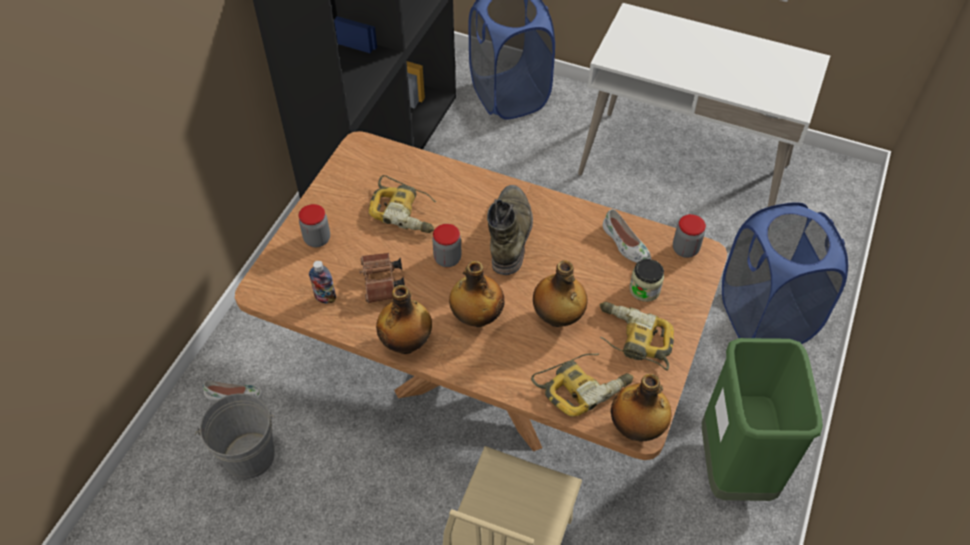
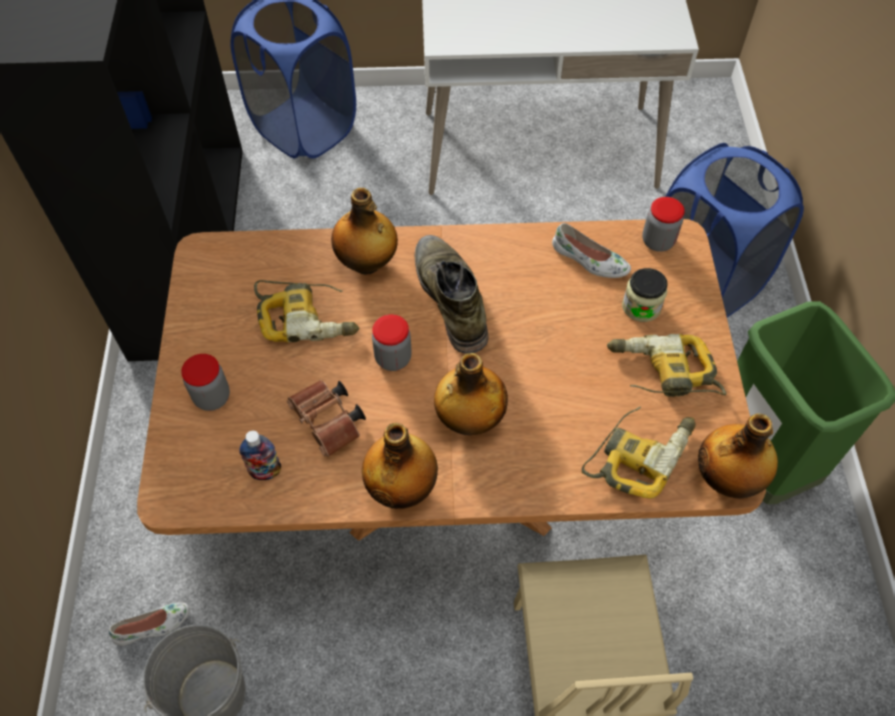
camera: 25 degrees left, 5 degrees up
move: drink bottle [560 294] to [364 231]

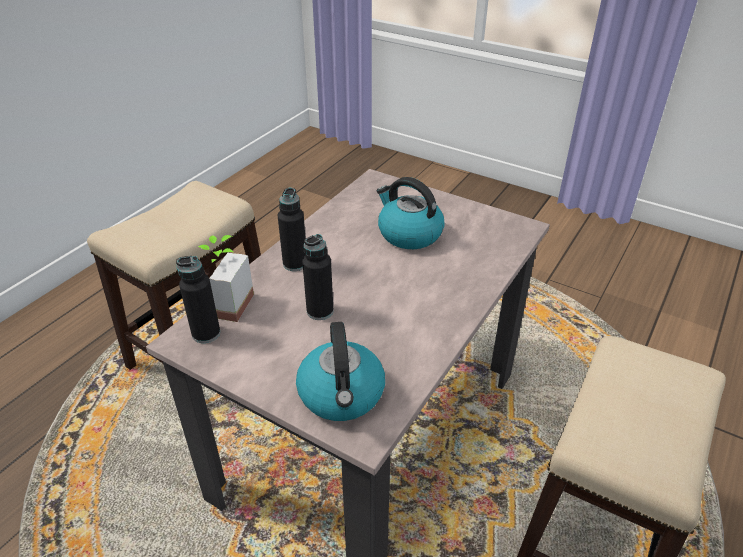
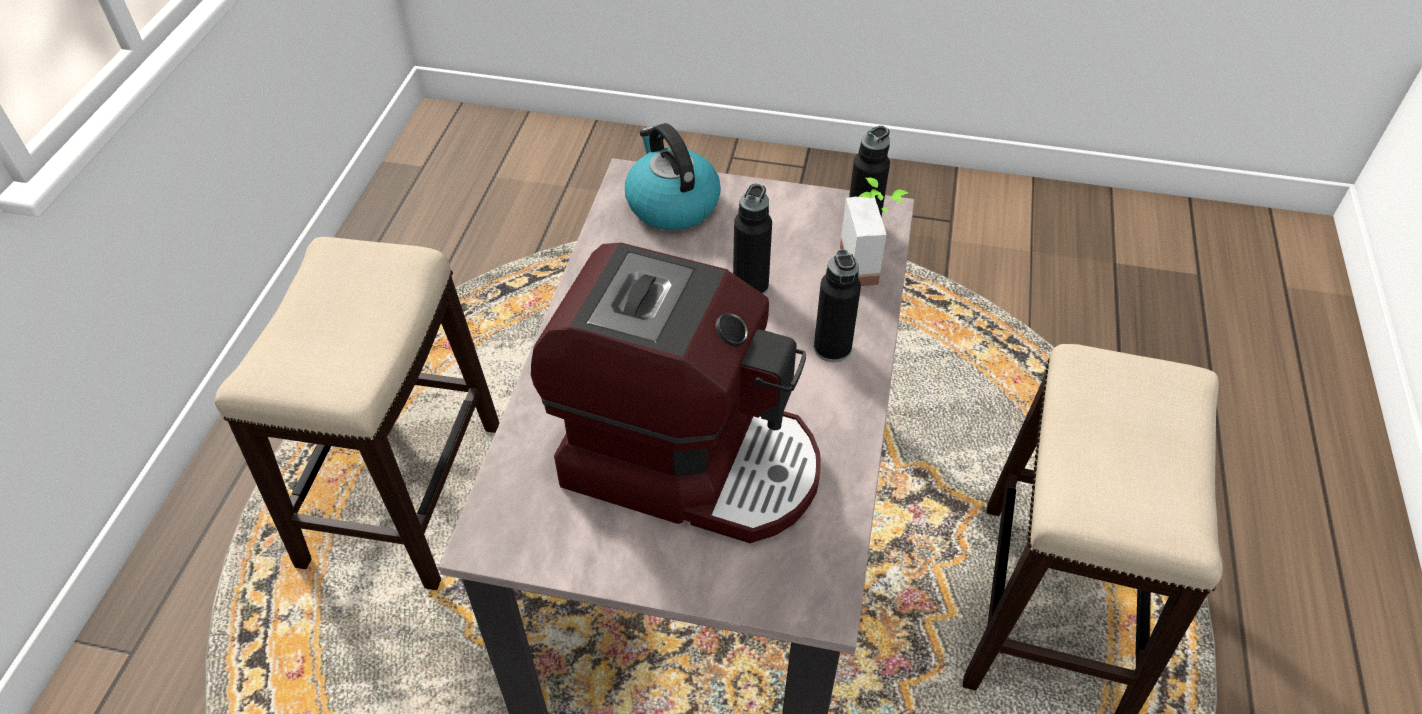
camera: 160 degrees right, 10 degrees up
replace: tea kettle [410 213] to coffee maker [676 393]

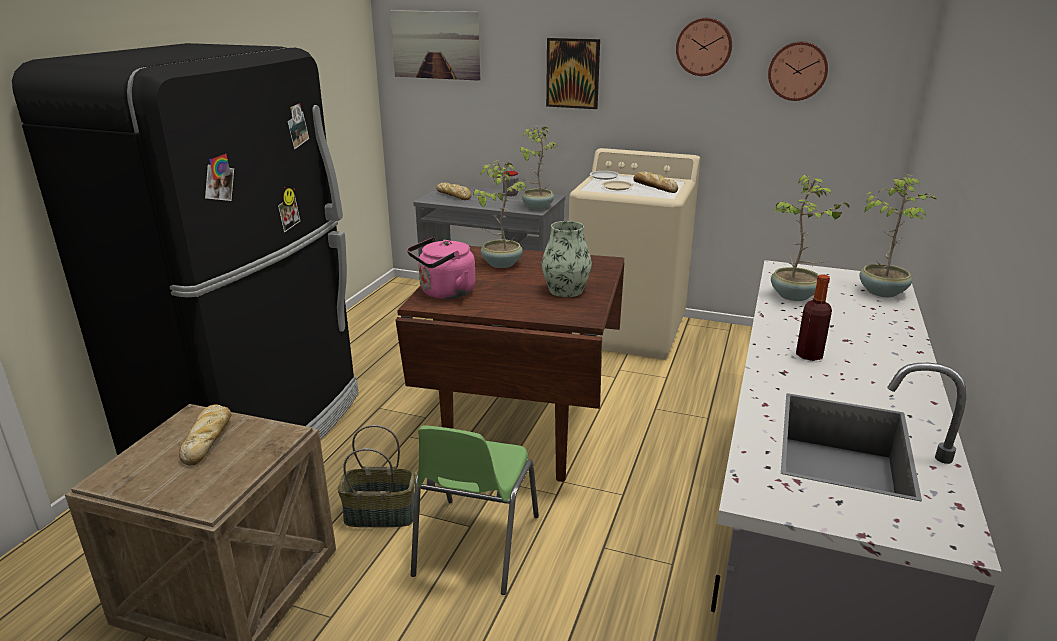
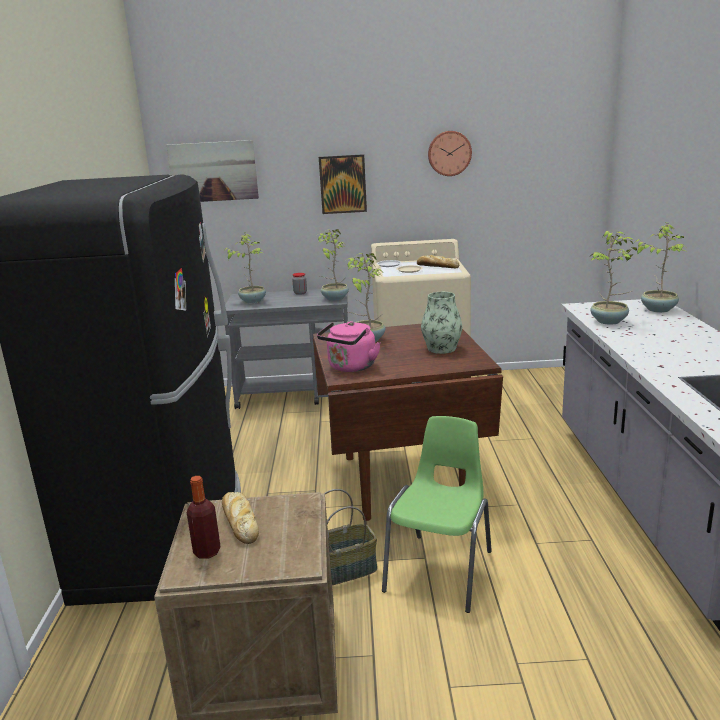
camera: 20 degrees left, 5 degrees down
delete: clock on the wall [798 71]
move: drink bottle [814 317] to [204 517]
replace: bakery bread [453 191] to houseplant [245 267]
rotate: upright chair/greenish [475 510] = [437 514] 150 degrees counterclockwise

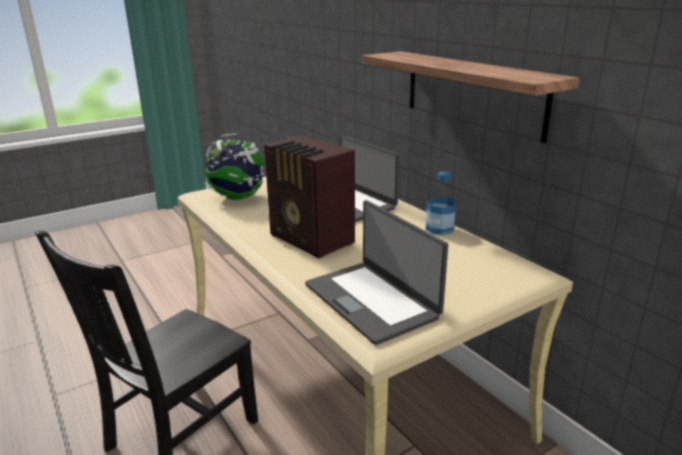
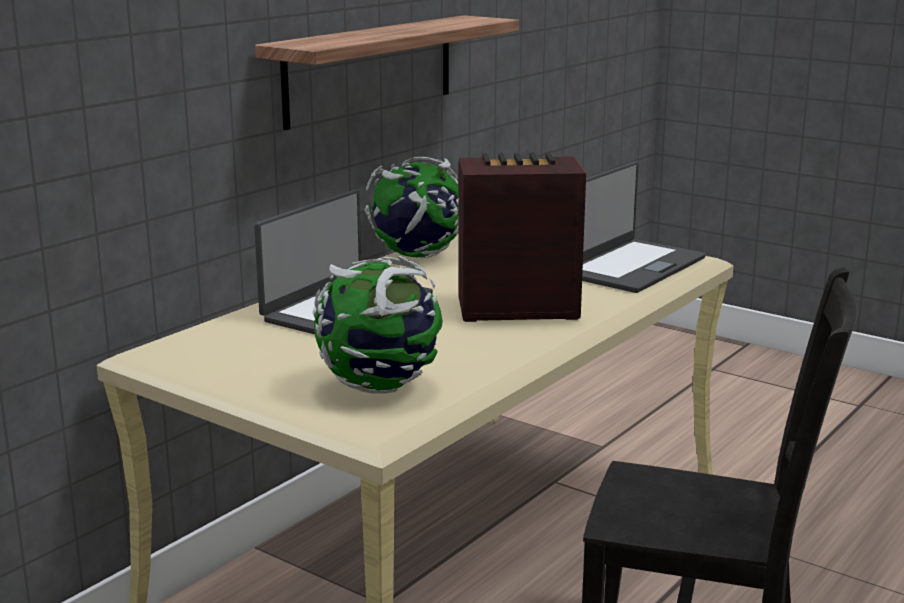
camera: 110 degrees left, 5 degrees down
replace: drink bottle [441 203] to desk globe [411 207]
rotate: radio [309 196] = [522 237] 120 degrees counterclockwise

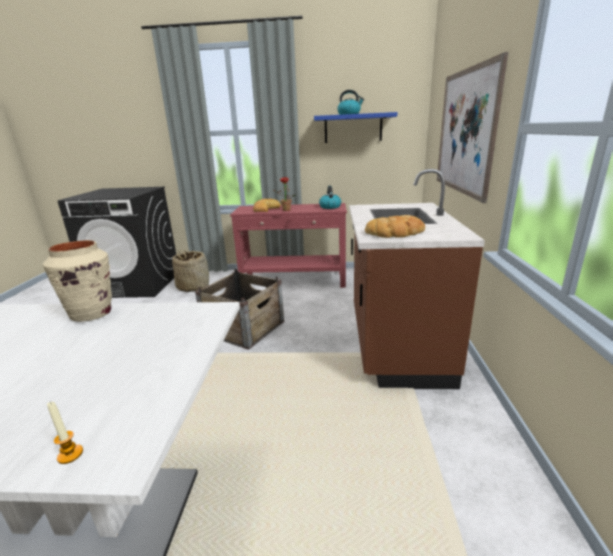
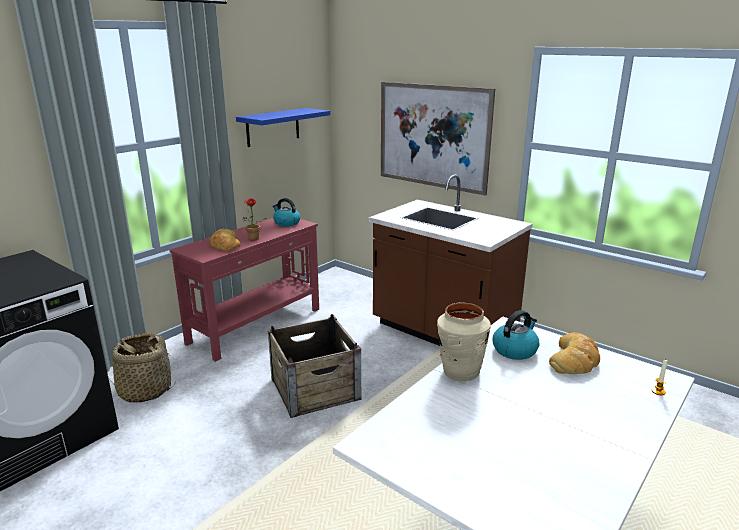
camera: 55 degrees left, 0 degrees up
move: tea kettle [350 102] to [516 335]; bakery bread [395 226] to [574 353]

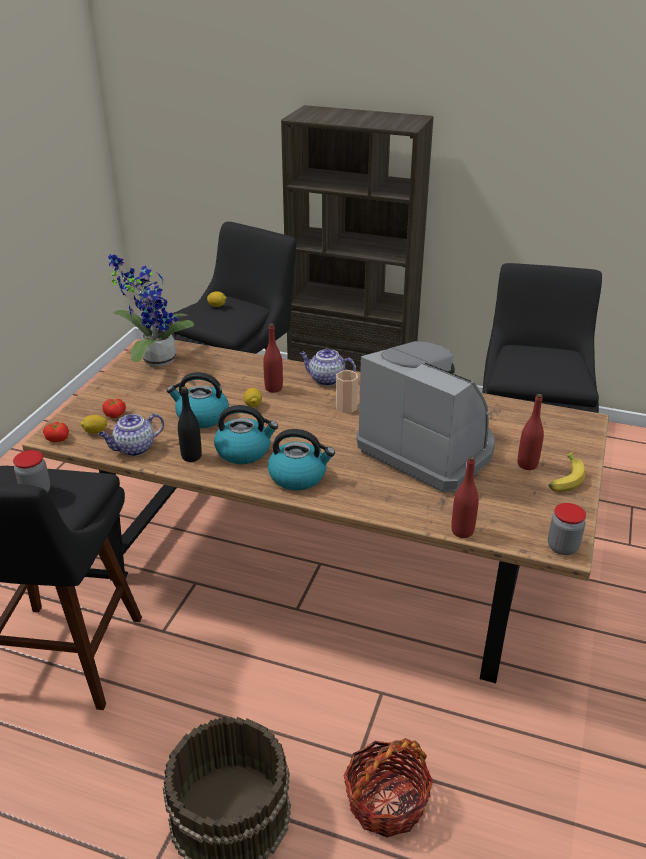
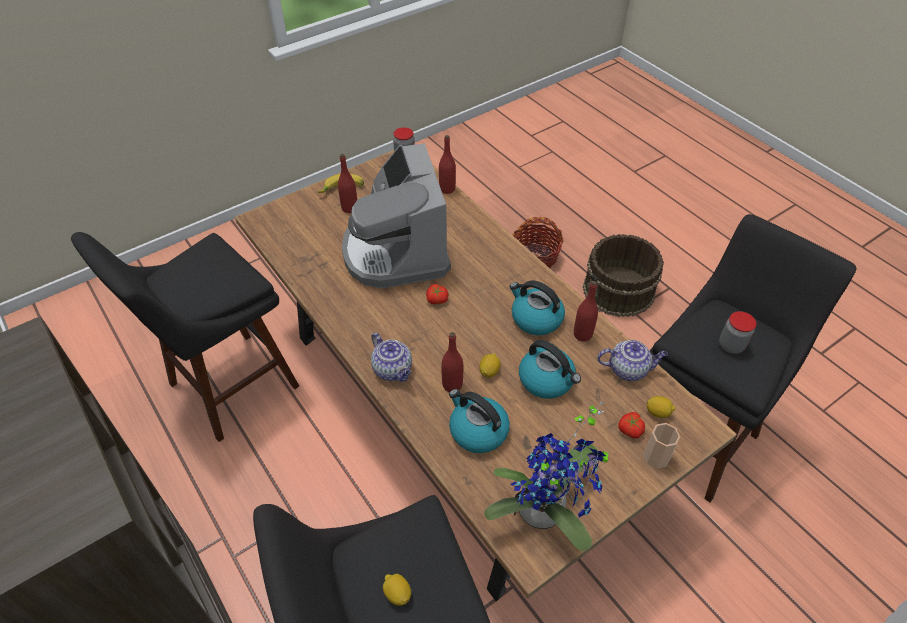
camera: 145 degrees left, 15 degrees up
move: tomato [56 432] to [437 294]; tea kettle [301 459] to [479 421]; cup [347 391] to [661 446]
recolor: drink bottle/black-coloured [190 424] to drink bottle/red-coloured [586 311]

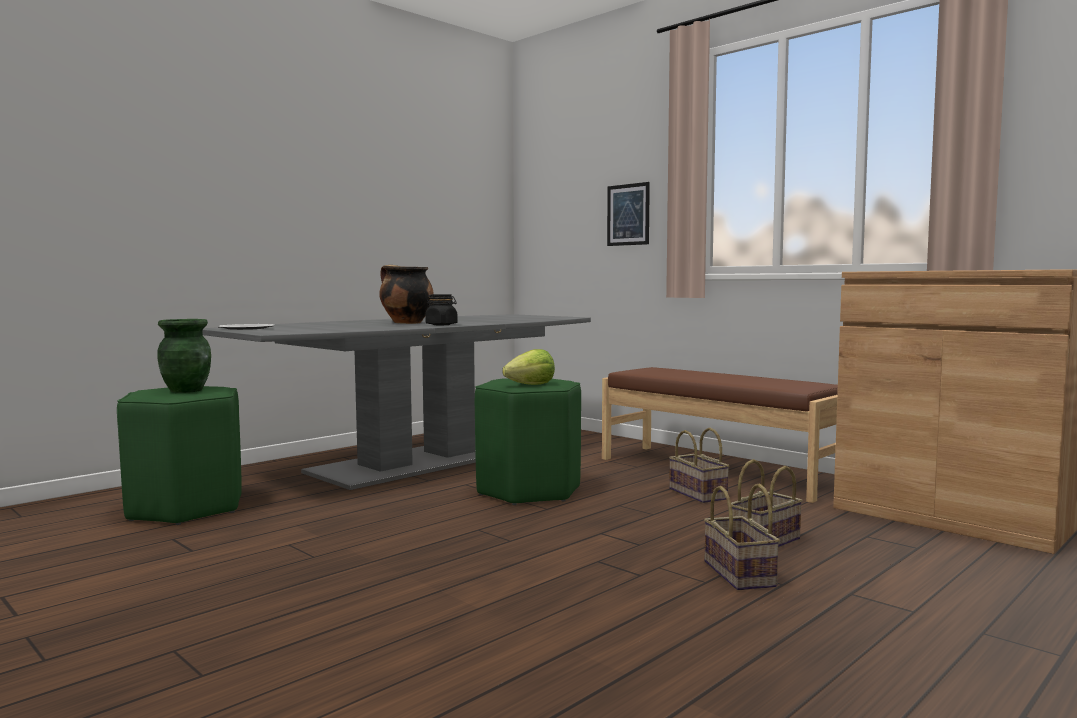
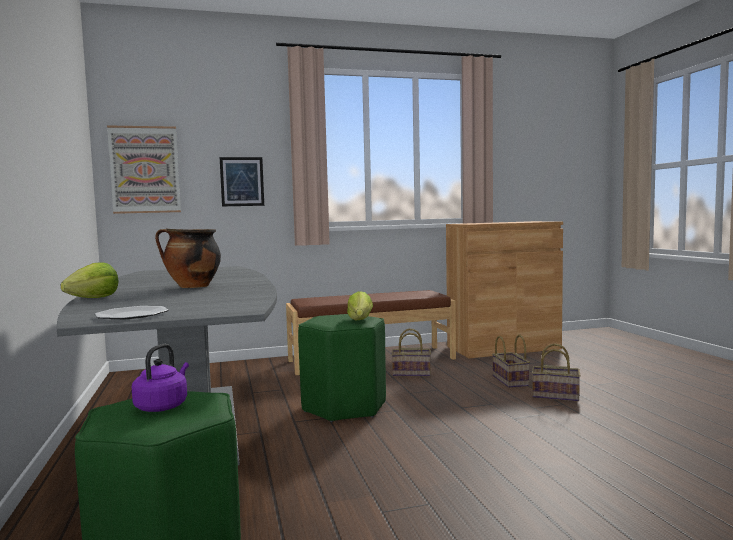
camera: 60 degrees left, 0 degrees up
delete: jar/black-coloured [441 309]
insert: lettuce [90 280]; wall art [144 169]
replace: decorative vase/greenish [184 356] to tea kettle/purple-coloured [160 378]

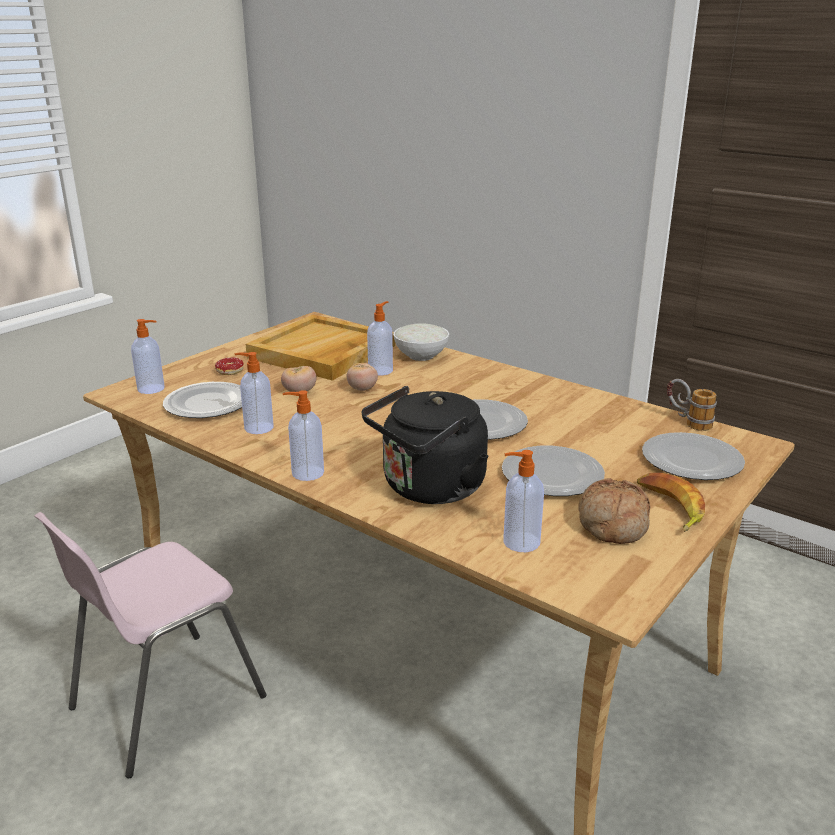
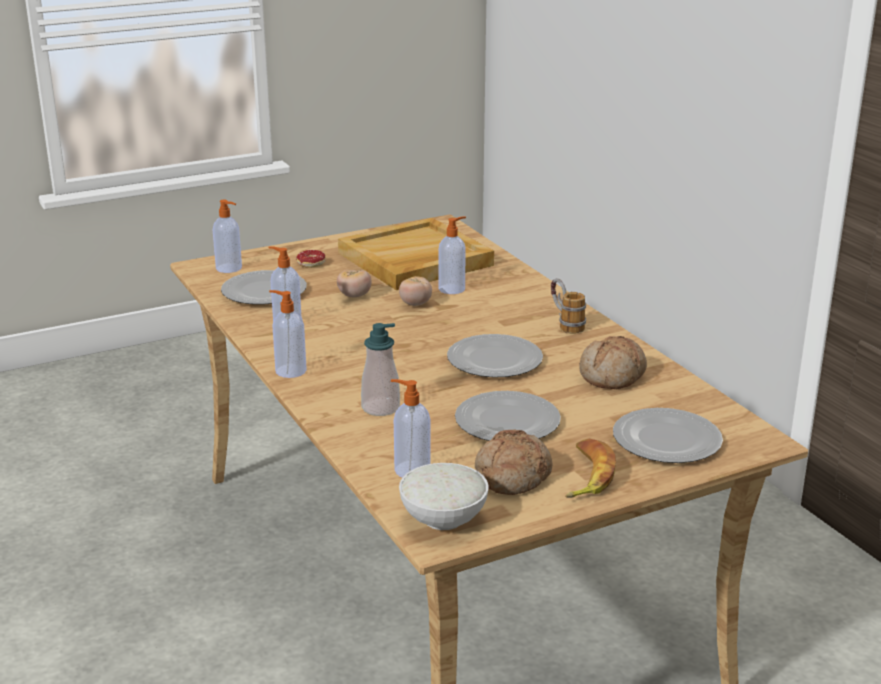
camera: 25 degrees right, 0 degrees up
delete: upright chair/pink [150 645]
insert: bakery bread [613 362]
move: serving bowl/white-coloured [421 342] to [444 496]; mug [692 405] to [568 306]
replace: tea kettle/black-coloured [425 445] to soap bottle [380 369]

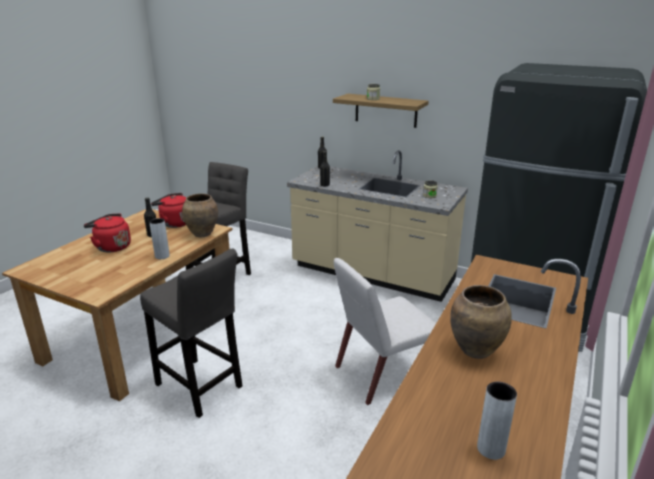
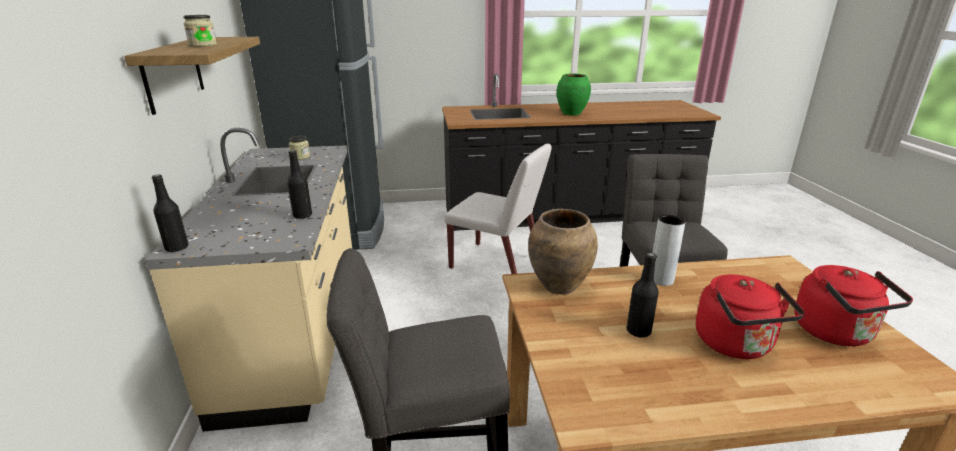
camera: 125 degrees left, 0 degrees up
delete: decorative vase/gray [497 421]
move: tea kettle/red-coloured [168 210] to [853 305]
recolor: decorative vase/brown-coloured [481 322] to decorative vase/greenish [574 94]

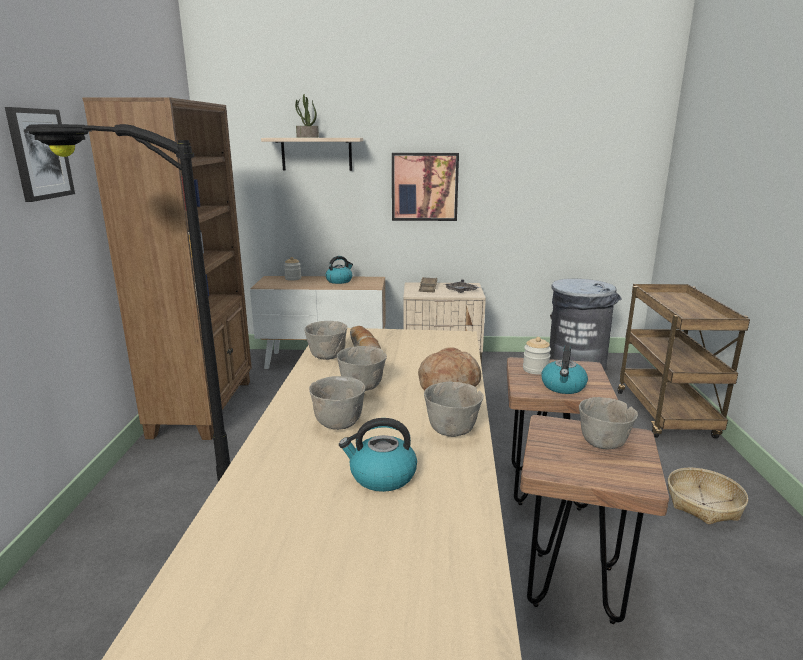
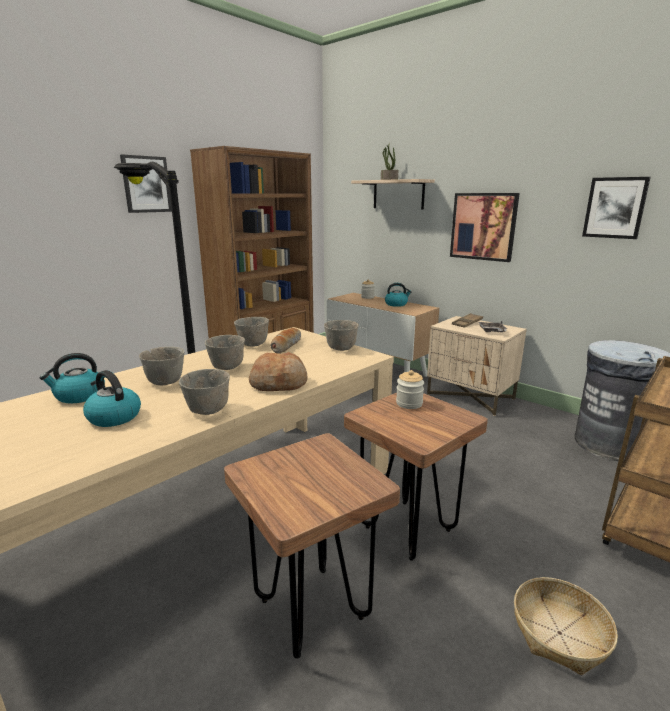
camera: 40 degrees right, 0 degrees up
insert: wall art [616 208]
move: tea kettle [564 369] to [72 378]; serving bowl/gray [608 423] to [341 335]

